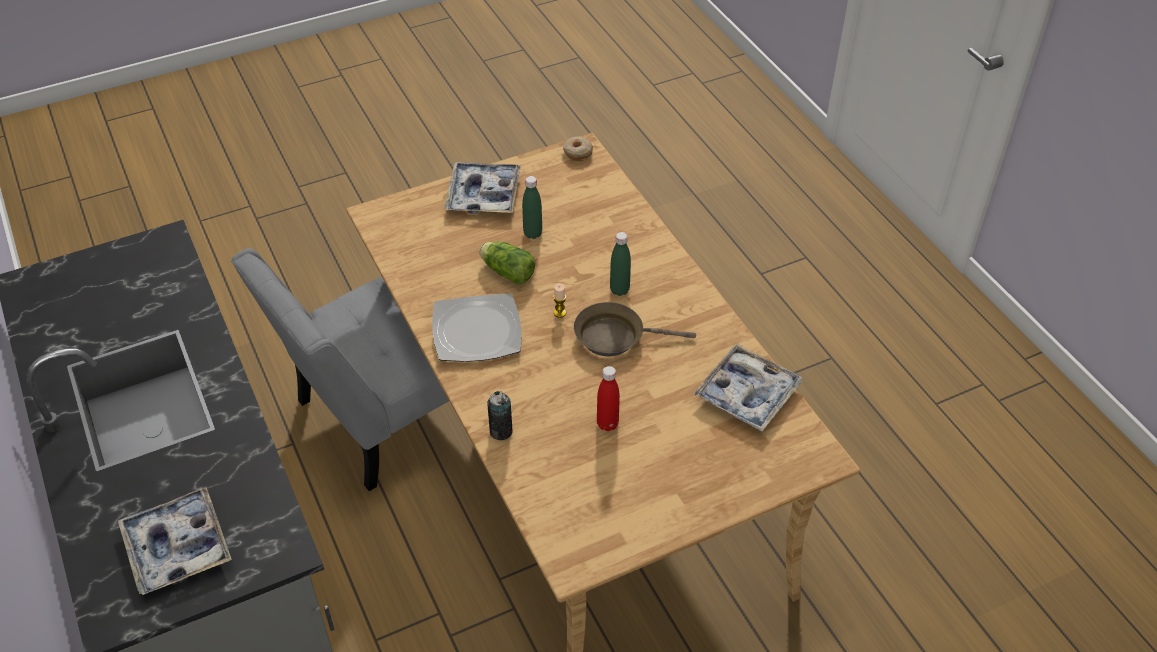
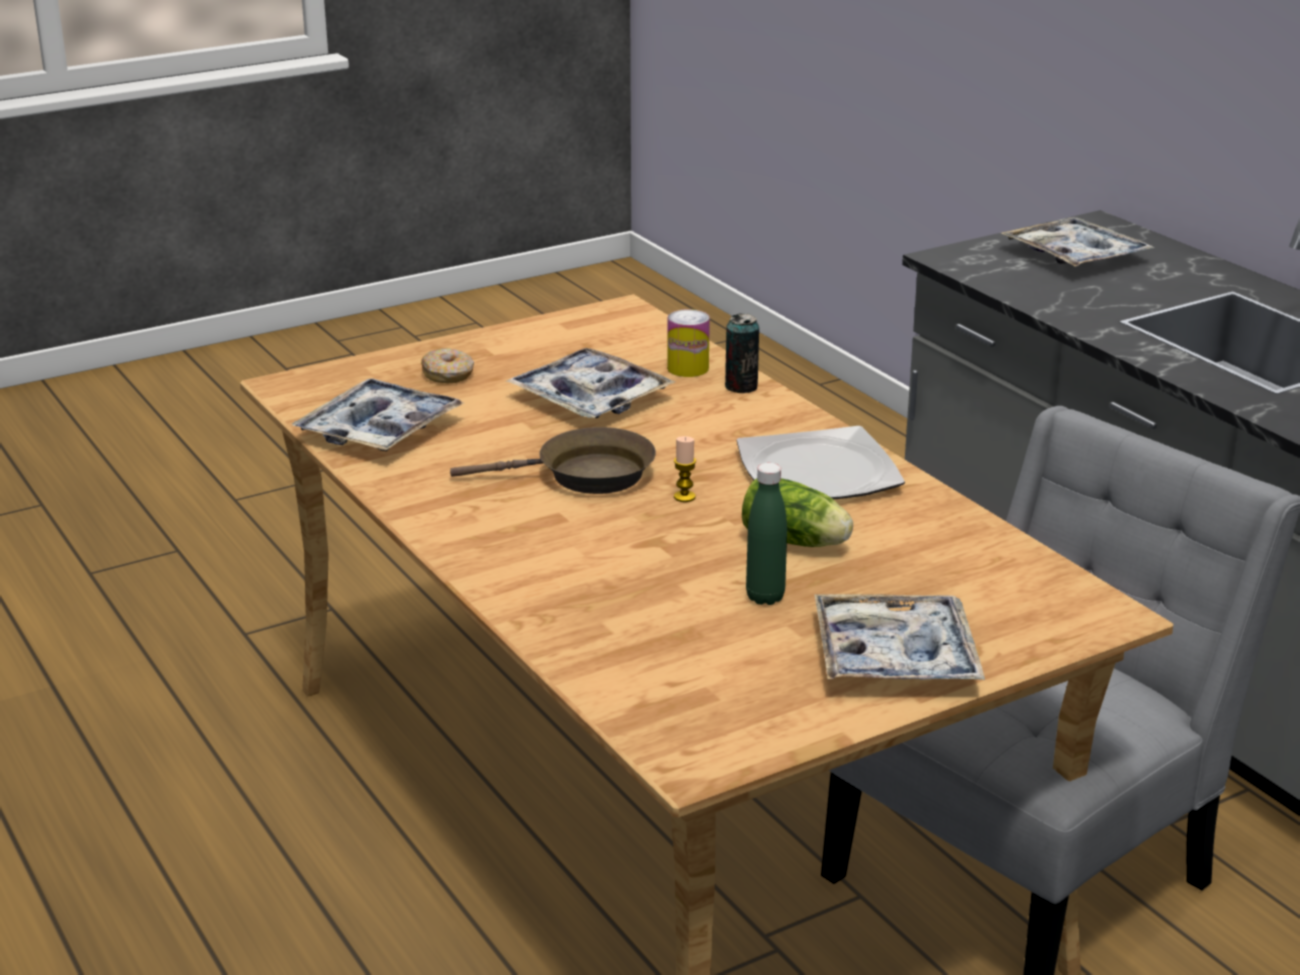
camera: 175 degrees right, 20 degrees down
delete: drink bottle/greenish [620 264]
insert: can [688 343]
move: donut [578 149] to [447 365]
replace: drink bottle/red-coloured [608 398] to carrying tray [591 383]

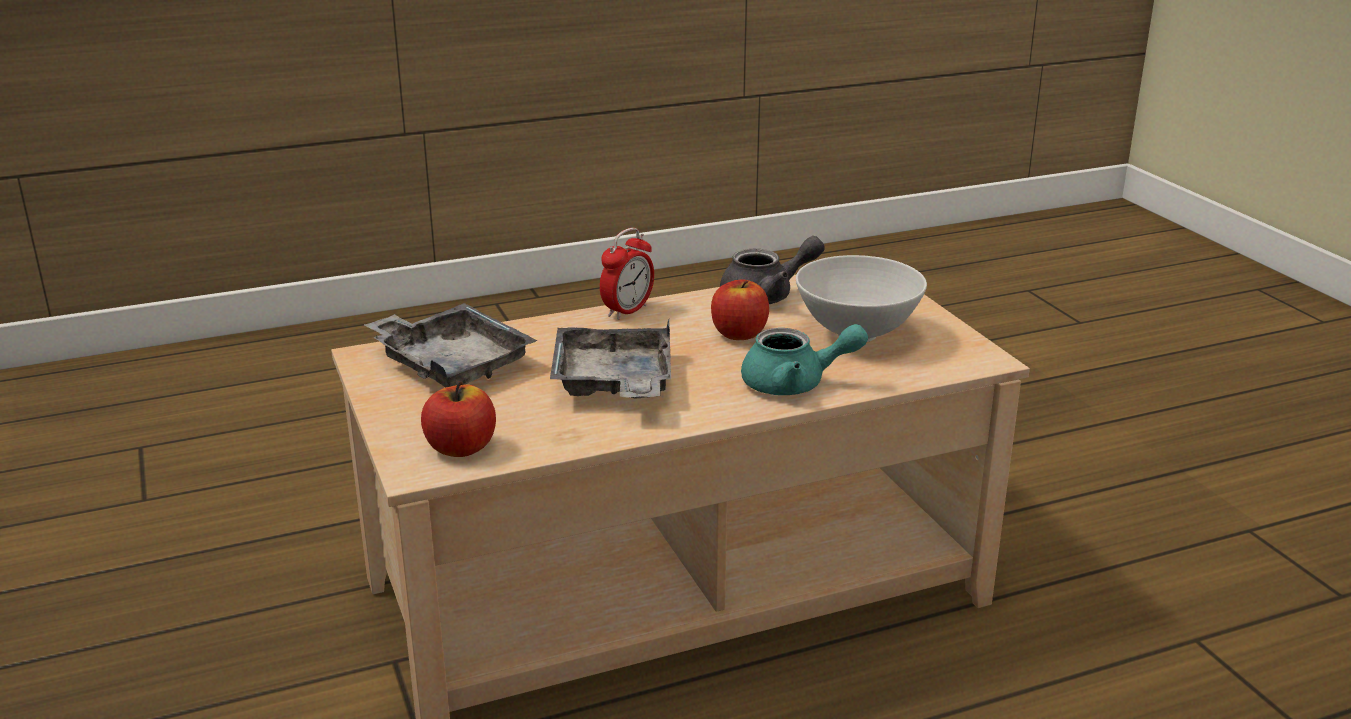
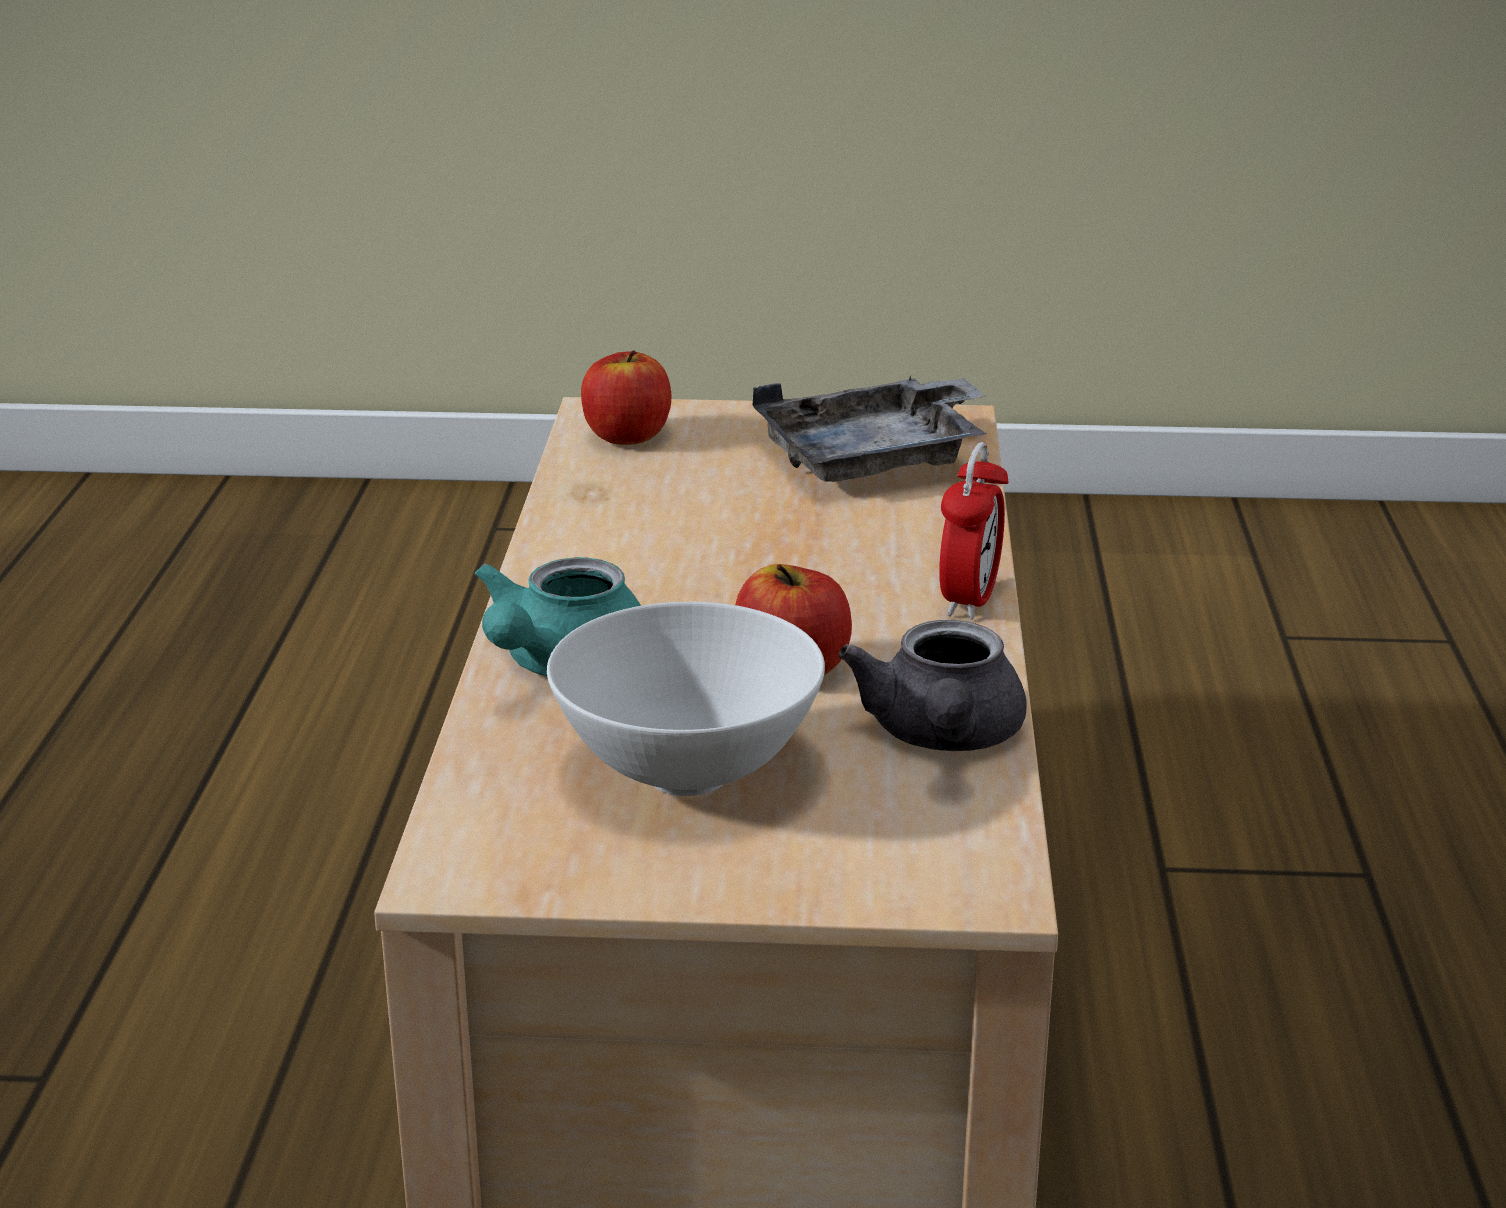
camera: 115 degrees right, 0 degrees up
delete: carrying tray/gray [610 359]
rotate: table clock [627 274] = [974 531] 135 degrees counterclockwise

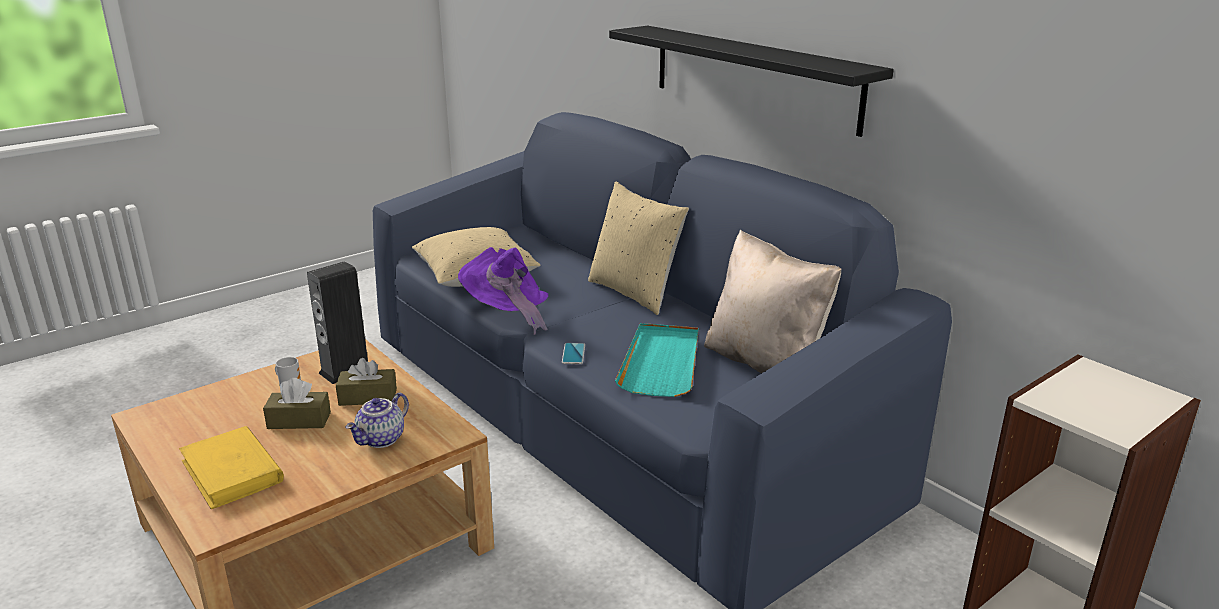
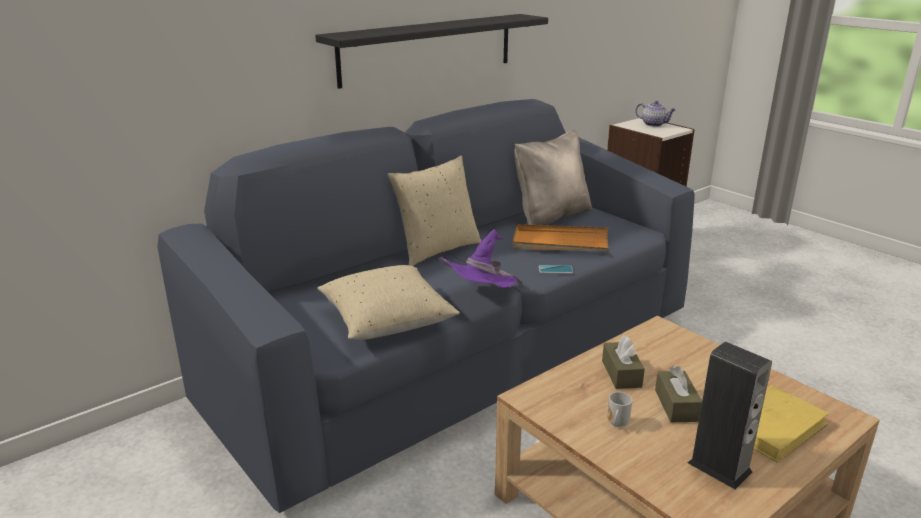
camera: 90 degrees left, 0 degrees up
move: speaker [337 322] to [729 415]; tea pot [377 420] to [655 114]
recolor: carrying tray/turquoise-coloured [656 360] to carrying tray/orange-coloured [561 238]

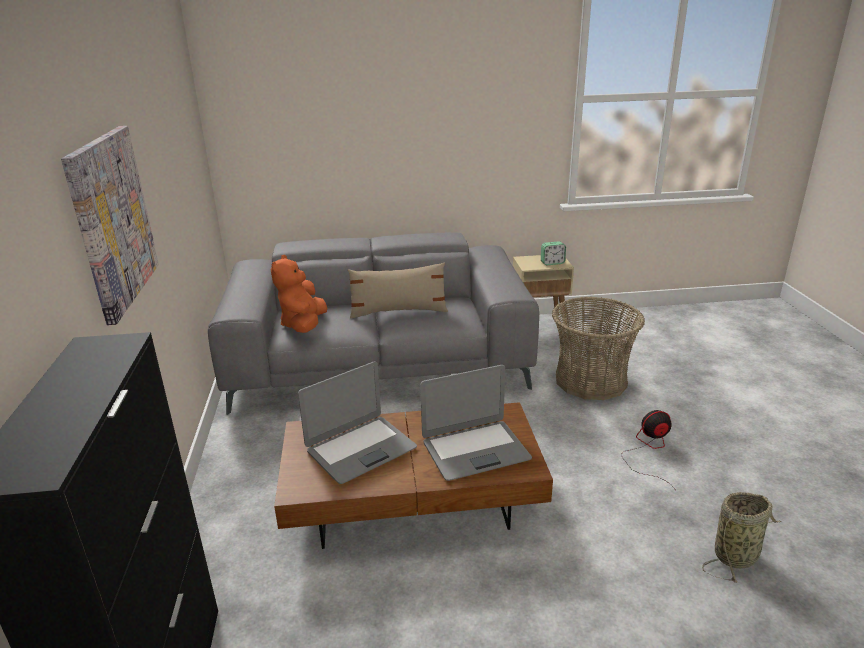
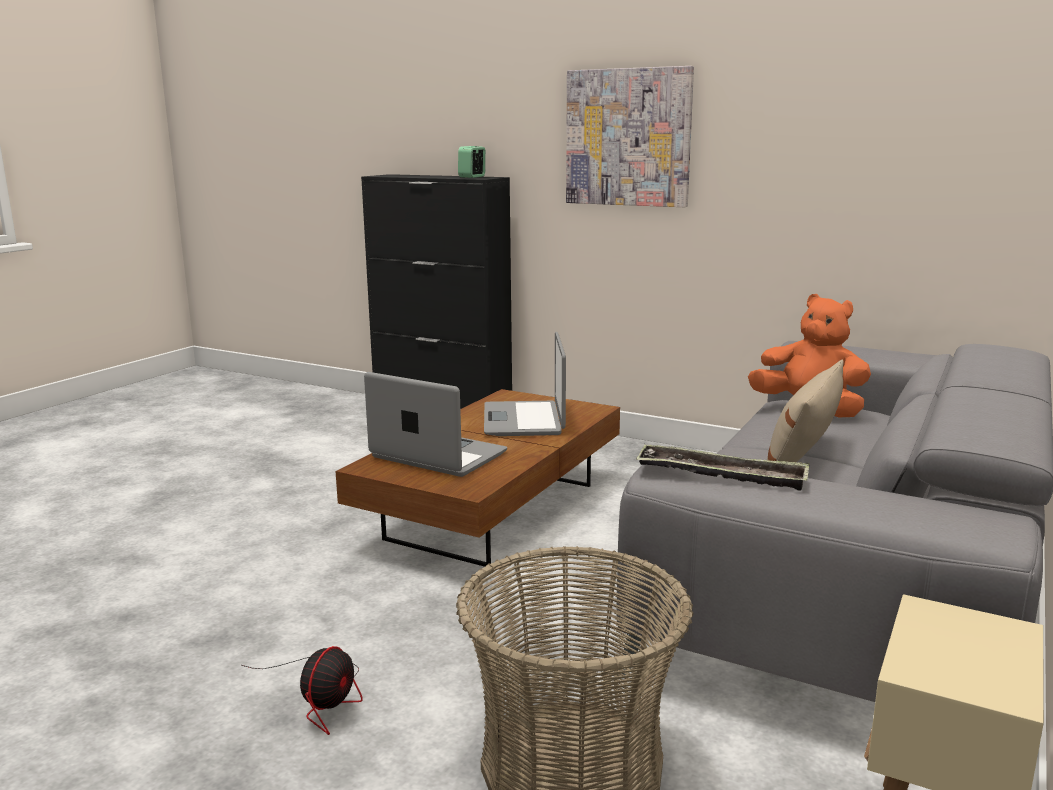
camera: 125 degrees right, 10 degrees down
delete: household basket [741 537]
insert: carrying tray [722 467]
move: table clock [553 253] to [472 162]
rotate: notebook computer [476 423] = [435 424] 105 degrees clockwise

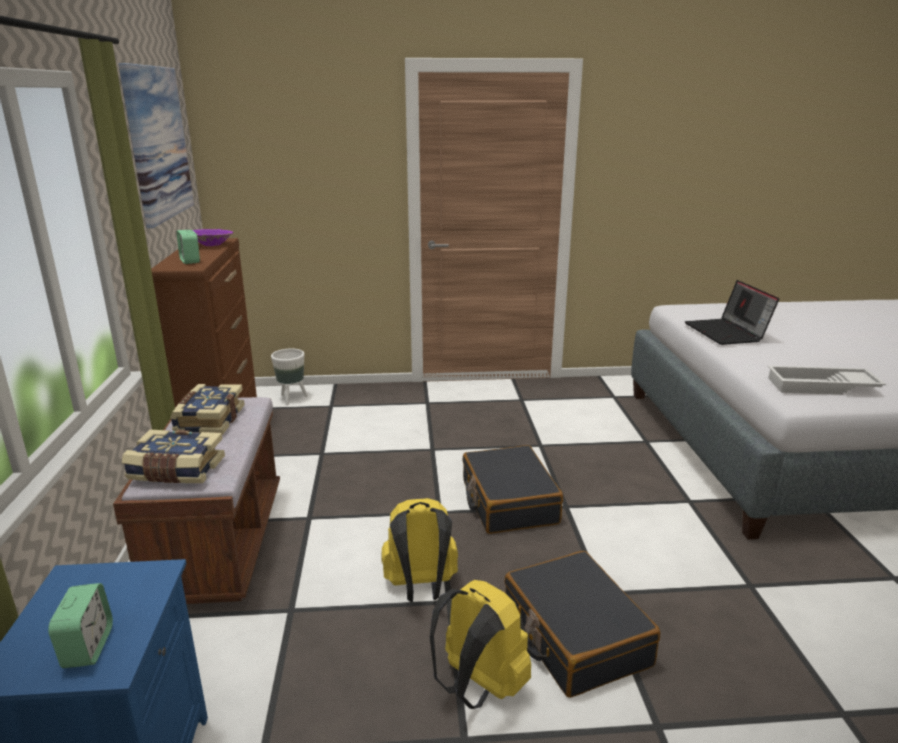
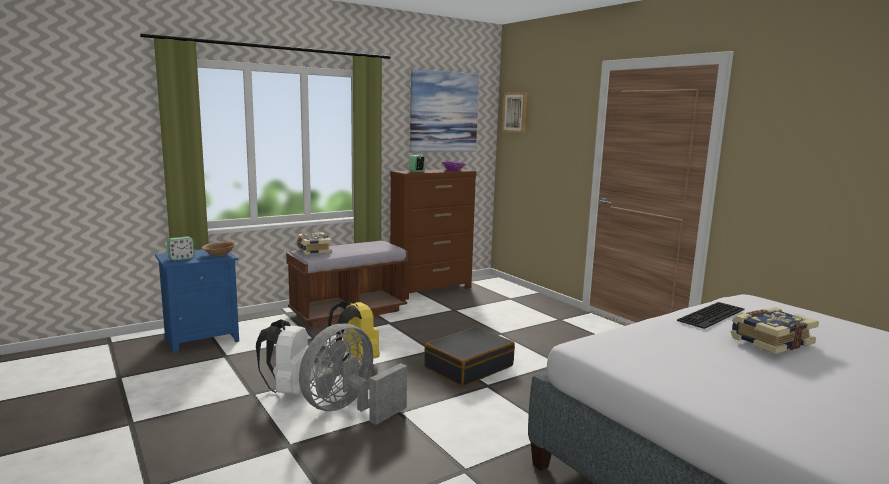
camera: 60 degrees right, 10 degrees down
delete: flower pot/white-coloured [289 377]; carrying tray/white-coloured [827 380]
insert: serving bowl/brown-coloured [219 248]; wall art [514 112]
move: bound book [207 409] to [774 330]
replace: suitcase/black-coloured [582 624] to fan/gray [353 374]; notebook computer [732 312] to computer keyboard [710 315]
recolor: backpack/yellowish [480 644] to backpack/white-coloured [286 357]

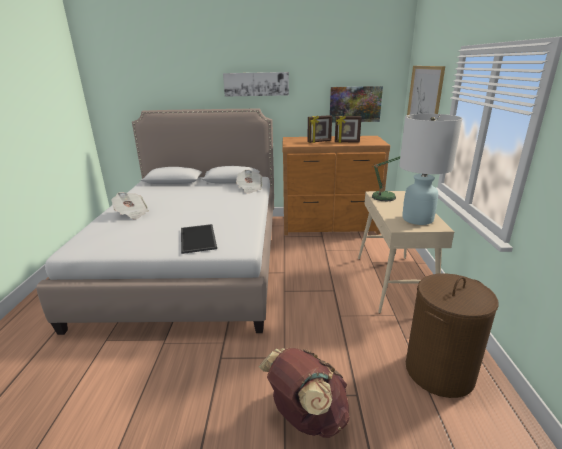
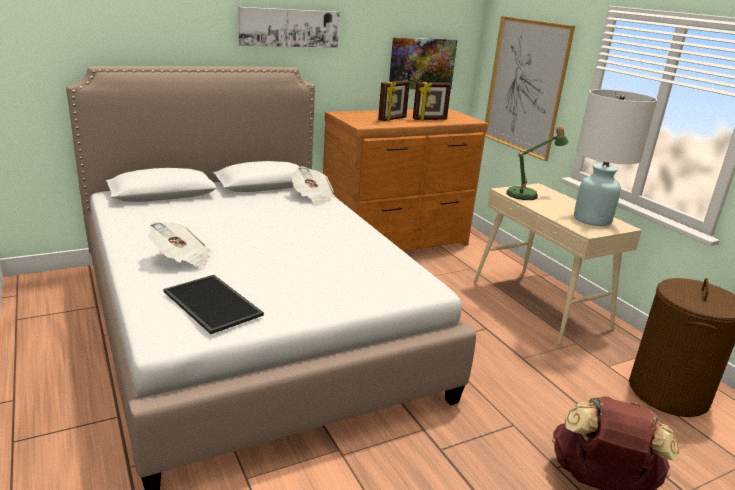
camera: 30 degrees left, 0 degrees up
move: carrying tray [199 239] to [213 304]

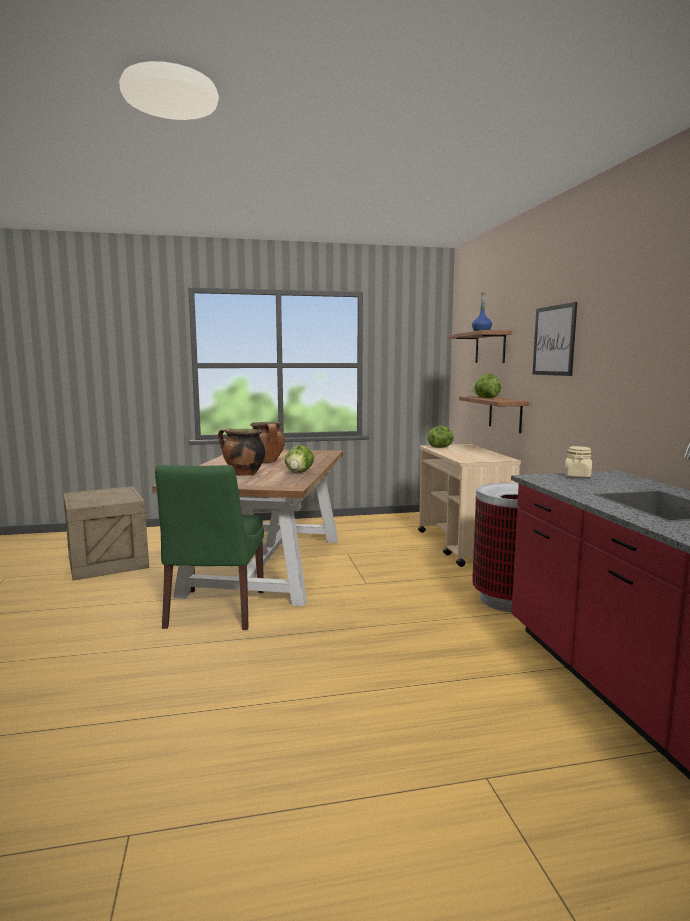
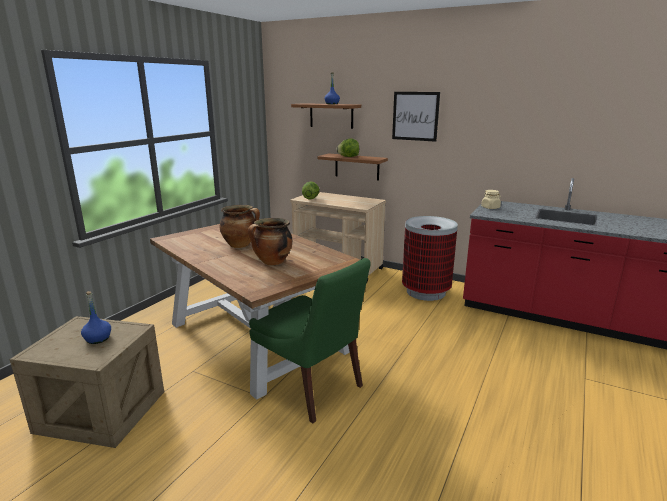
camera: 50 degrees left, 10 degrees up
delete: lettuce [299 459]
insert: drink bottle/blue-coloured [96 317]

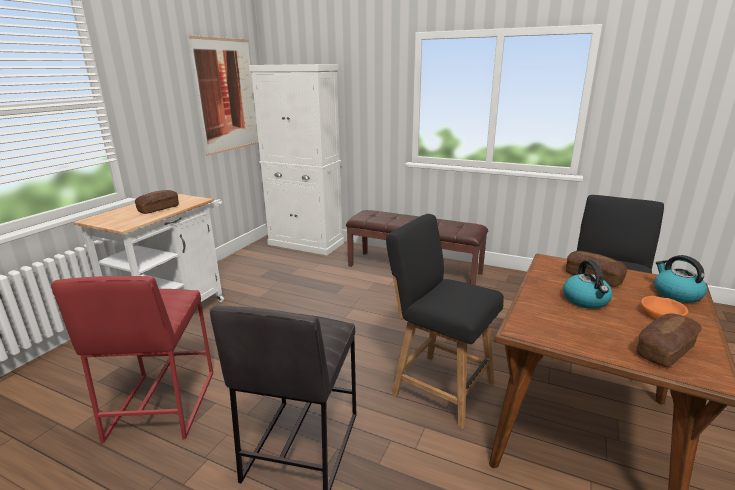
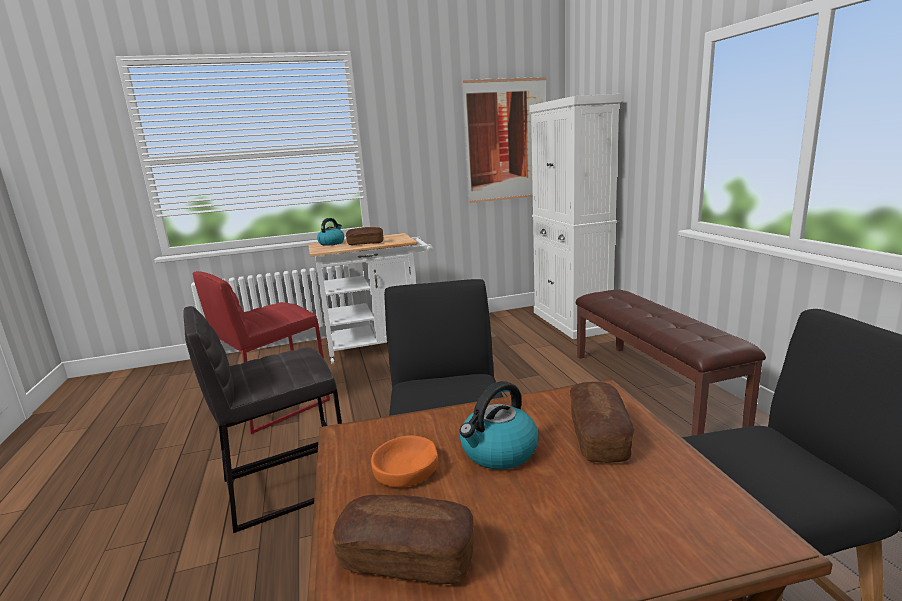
camera: 50 degrees right, 5 degrees down
move: serving bowl/orange-coloured [664 308] to [404 462]; tea kettle [680 279] to [330 232]

